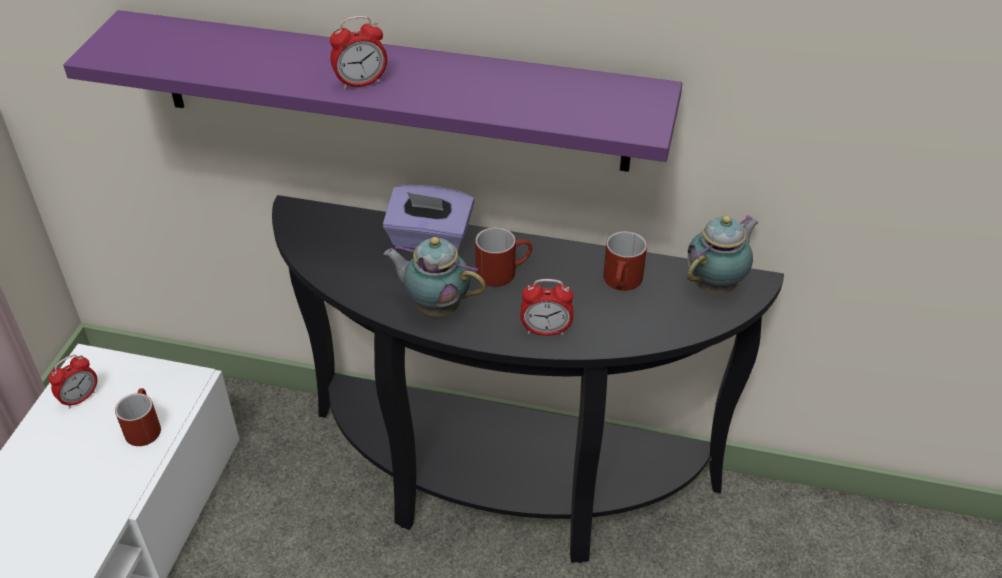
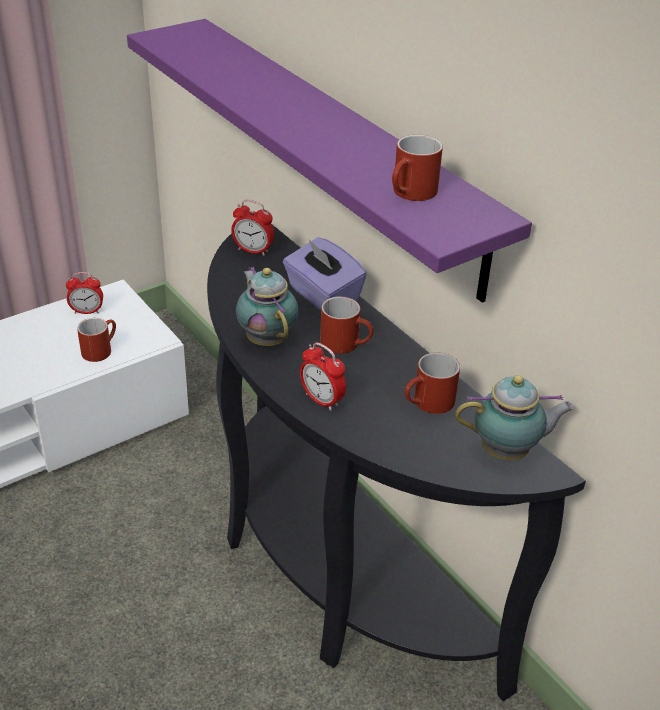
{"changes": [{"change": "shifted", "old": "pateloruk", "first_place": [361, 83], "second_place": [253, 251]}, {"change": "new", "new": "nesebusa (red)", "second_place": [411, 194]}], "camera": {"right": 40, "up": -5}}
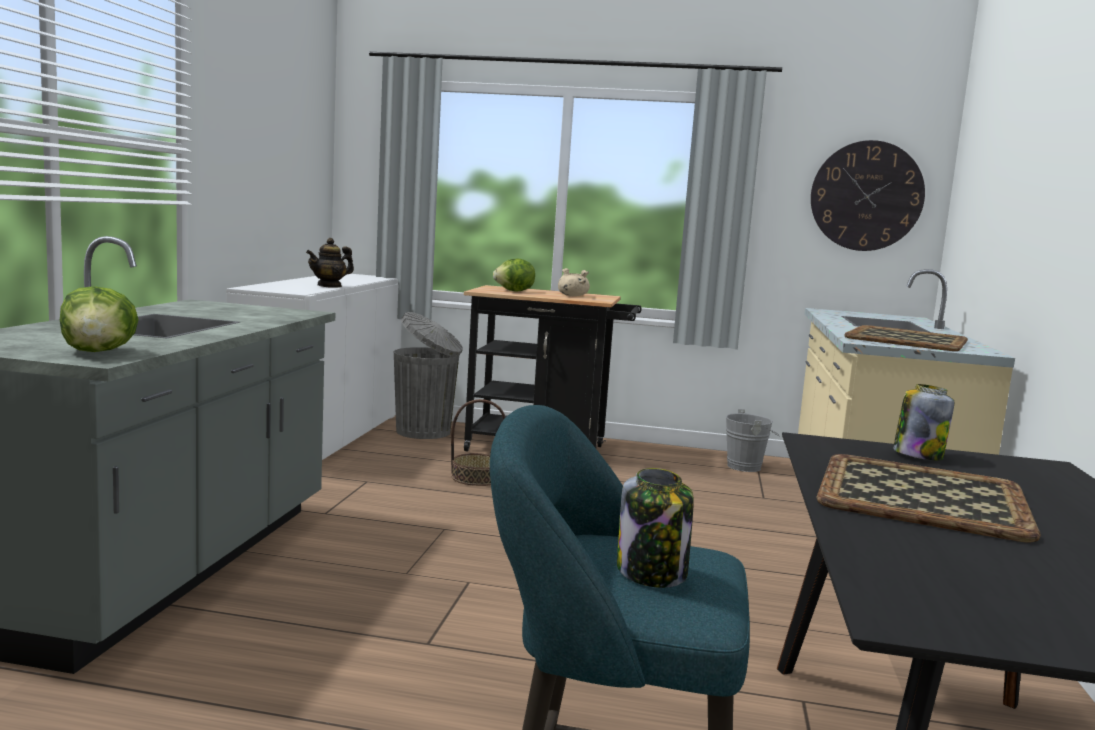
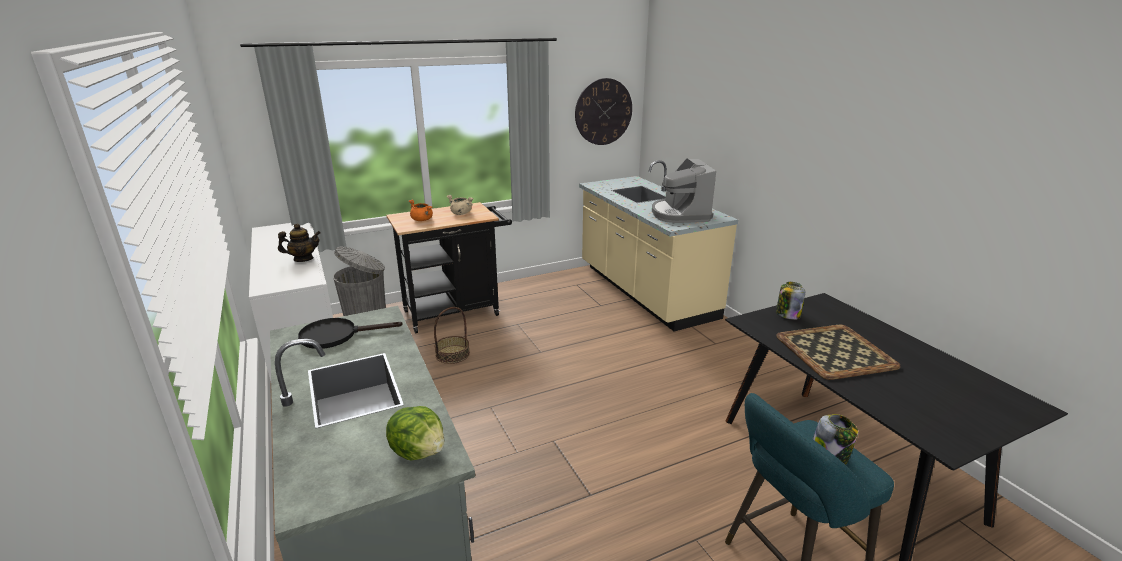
{"changes": [{"change": "rotated", "old": "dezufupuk", "first_place": [329, 286], "second_place": [303, 259], "degrees": -120}, {"change": "swapped", "old": "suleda", "new": "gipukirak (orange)", "first_place": [514, 291], "second_place": [422, 220]}, {"change": "swapped", "old": "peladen", "new": "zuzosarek", "first_place": [907, 340], "second_place": [680, 214]}, {"change": "gone", "old": "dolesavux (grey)", "first_place": [748, 467]}, {"change": "new", "new": "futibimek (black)", "second_place": [337, 335]}], "camera": {"right": -35, "up": 15}}
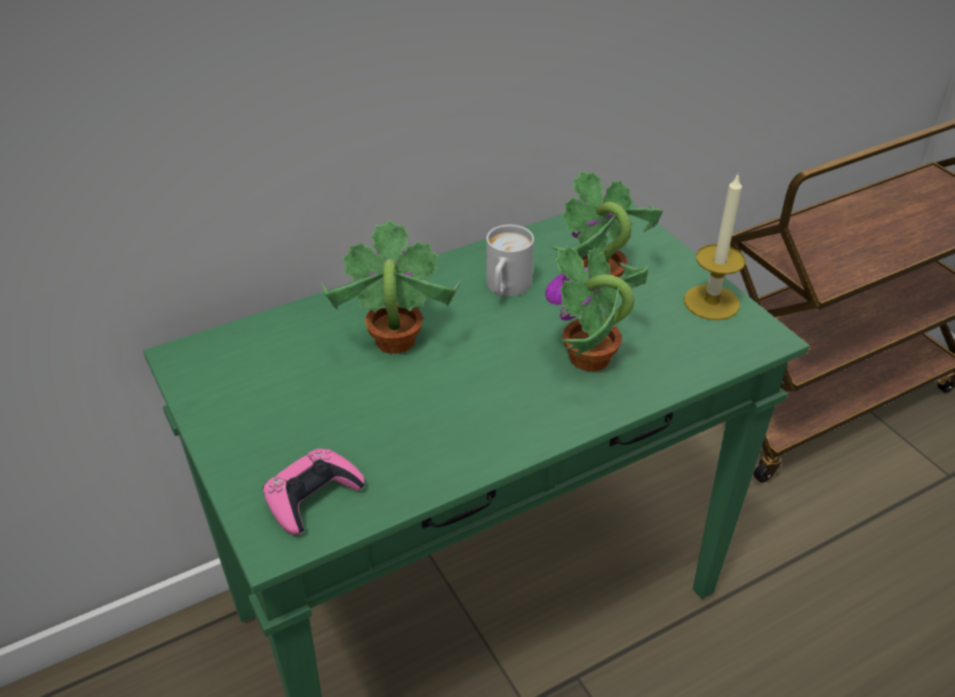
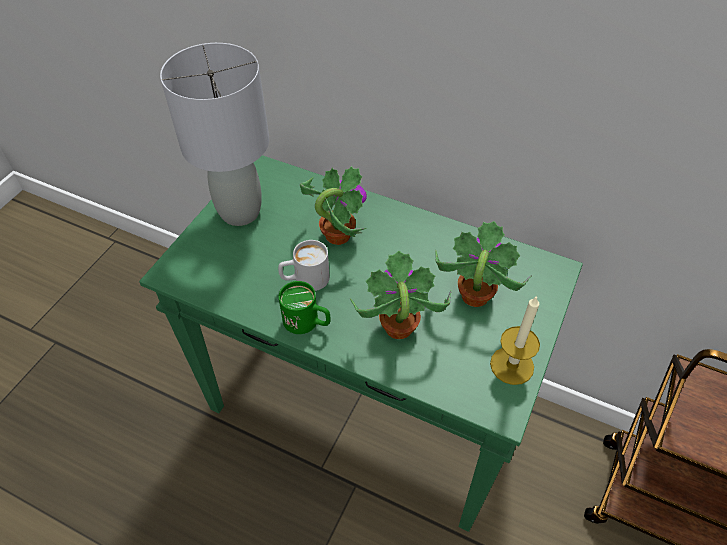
{"changes": [{"change": "shifted", "old": "nesebusa (white)", "first_place": [505, 289], "second_place": [305, 280]}, {"change": "gone", "old": "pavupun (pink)", "first_place": [312, 496]}, {"change": "new", "new": "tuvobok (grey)", "second_place": [241, 212]}, {"change": "new", "new": "nesebusa (green)", "second_place": [307, 322]}], "camera": {"right": 55, "up": 10}}
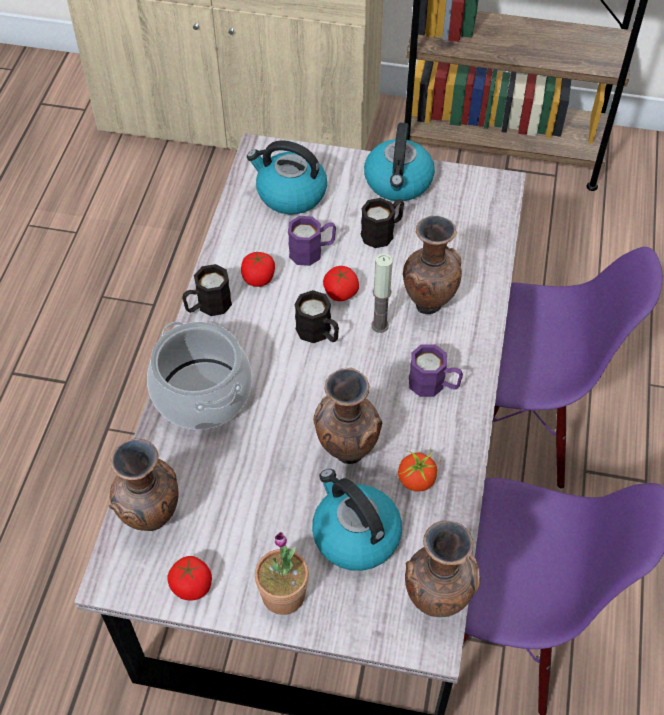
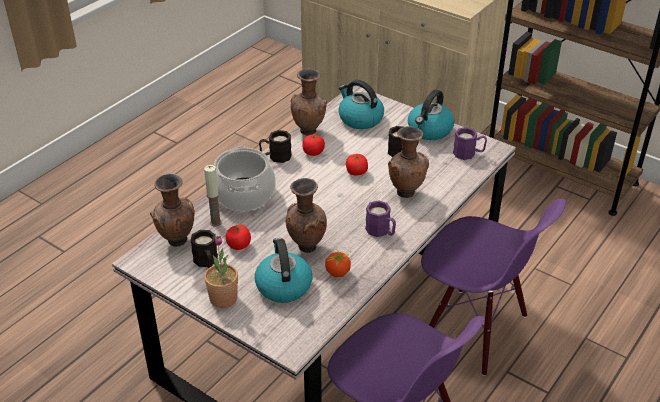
{"changes": [{"change": "shifted", "old": "nesebusa (purple)", "first_place": [312, 251], "second_place": [468, 153]}, {"change": "shifted", "old": "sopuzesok", "first_place": [380, 325], "second_place": [215, 222]}, {"change": "shifted", "old": "nesebusa (black)", "first_place": [319, 333], "second_place": [207, 262]}, {"change": "shifted", "old": "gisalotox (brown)", "first_place": [436, 600], "second_place": [309, 131]}, {"change": "shifted", "old": "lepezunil", "first_place": [192, 586], "second_place": [239, 245]}], "camera": {"right": 25, "up": -15}}
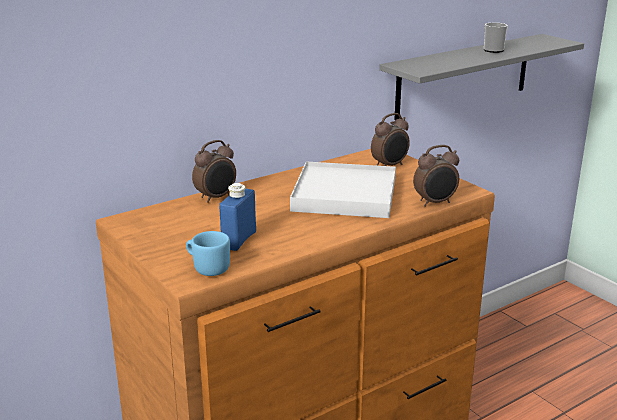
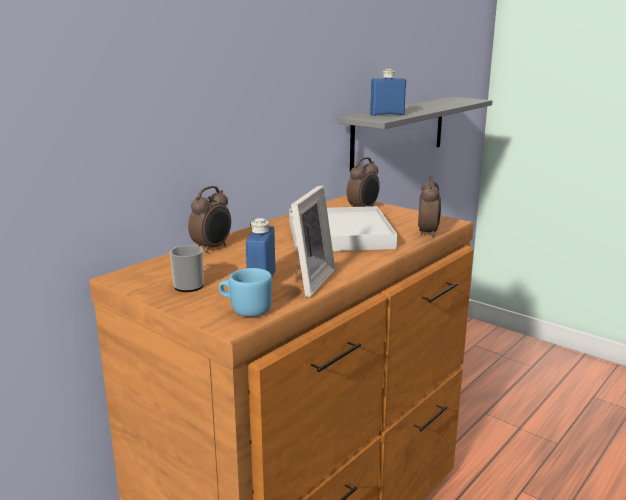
{"changes": [{"change": "shifted", "old": "nesebusa", "first_place": [491, 49], "second_place": [186, 285]}, {"change": "rotated", "old": "pateloruk", "first_place": [435, 203], "second_place": [428, 233], "degrees": -45}, {"change": "new", "new": "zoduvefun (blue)", "second_place": [387, 114]}, {"change": "new", "new": "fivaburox", "second_place": [307, 281]}], "camera": {"right": -15, "up": -5}}
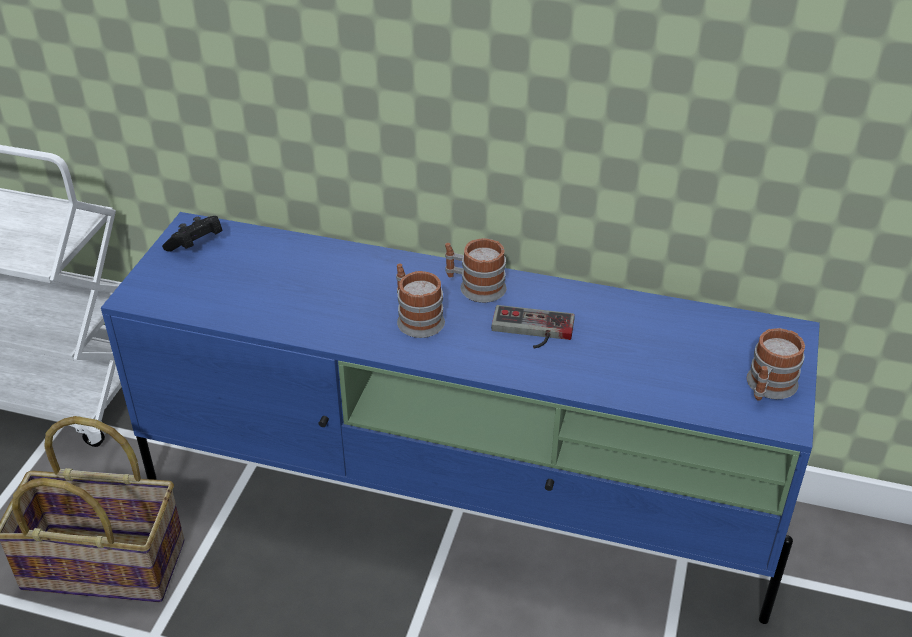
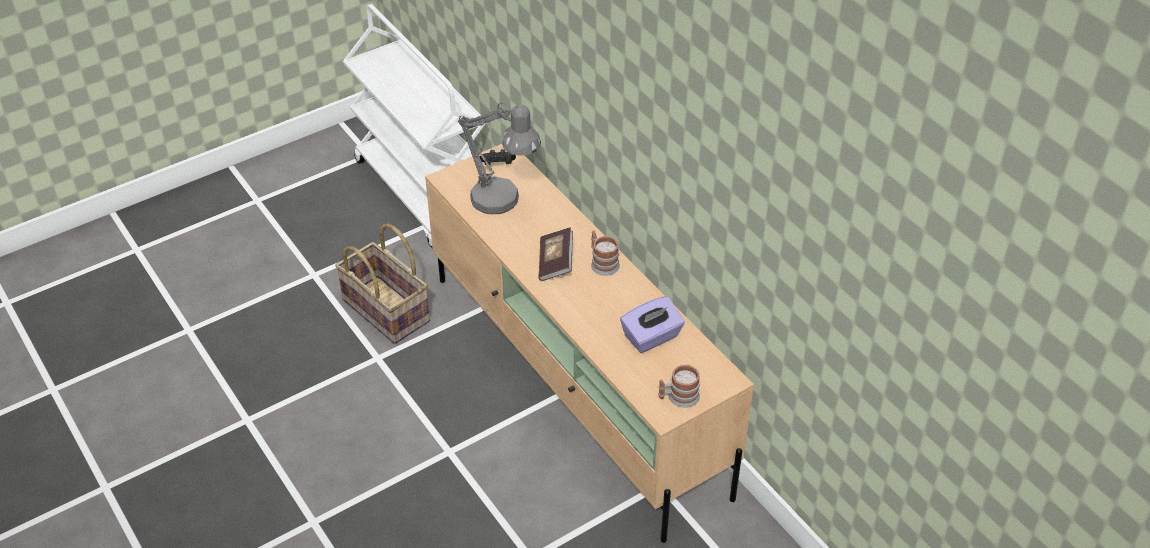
{"changes": [{"change": "repainted", "old": "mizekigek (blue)", "new": "mizekigek (beige)", "first_place": [460, 500], "second_place": [577, 384]}, {"change": "swapped", "old": "nesebusa", "new": "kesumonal", "first_place": [416, 318], "second_place": [555, 263]}, {"change": "gone", "old": "pavupun", "first_place": [531, 331]}, {"change": "new", "new": "tuvobok (grey)", "second_place": [503, 202]}, {"change": "new", "new": "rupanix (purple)", "second_place": [652, 337]}], "camera": {"right": 40, "up": 5}}
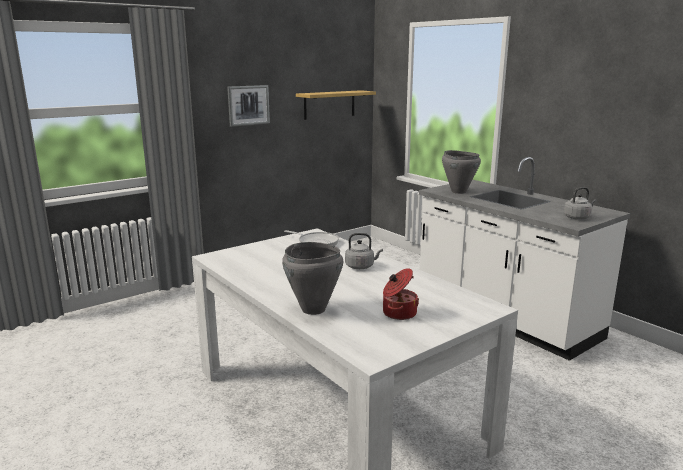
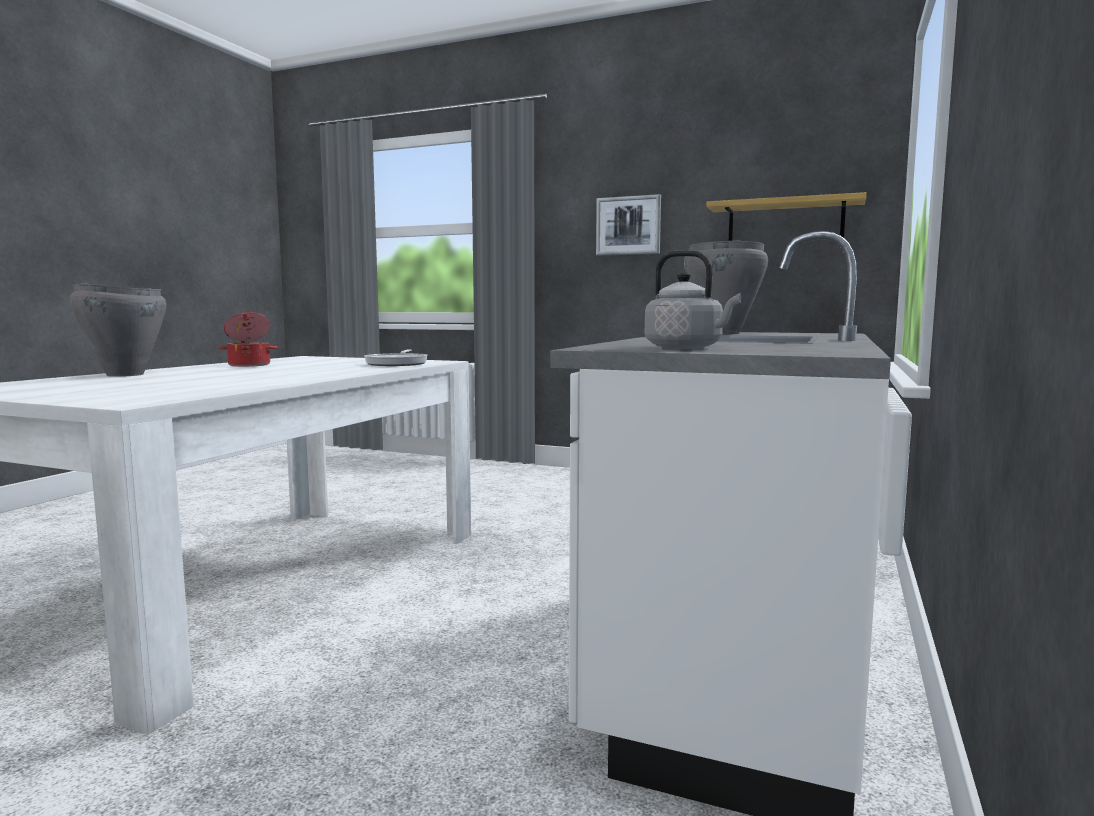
{"changes": [{"change": "gone", "old": "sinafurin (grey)", "first_place": [361, 266]}, {"change": "shifted", "old": "gipukirak", "first_place": [398, 313], "second_place": [249, 365]}], "camera": {"right": 60, "up": -10}}
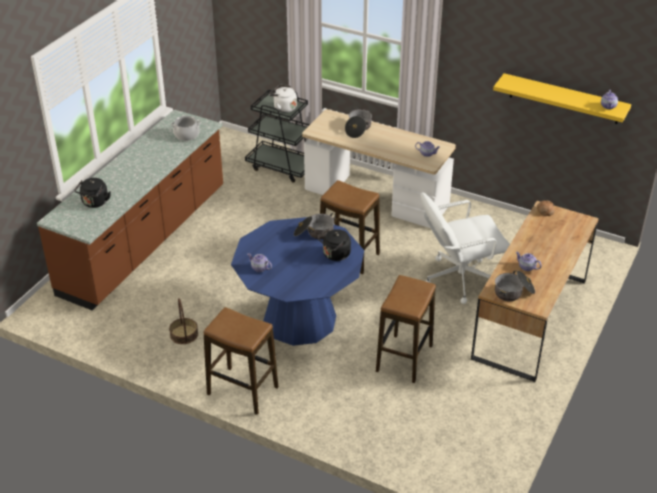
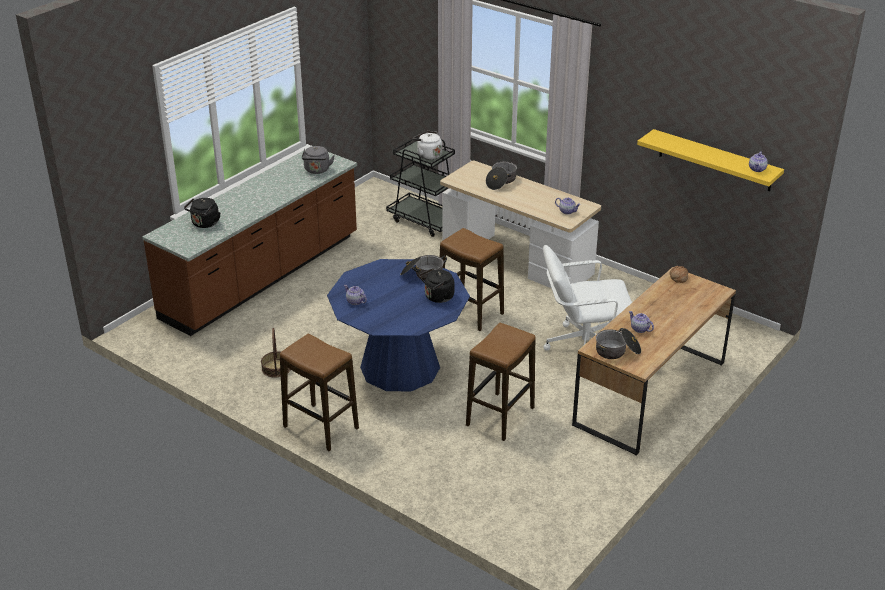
{"changes": [{"change": "swapped", "old": "gipukirak", "new": "sinafurin (grey)", "first_place": [186, 135], "second_place": [317, 170]}], "camera": {"right": 10, "up": -5}}
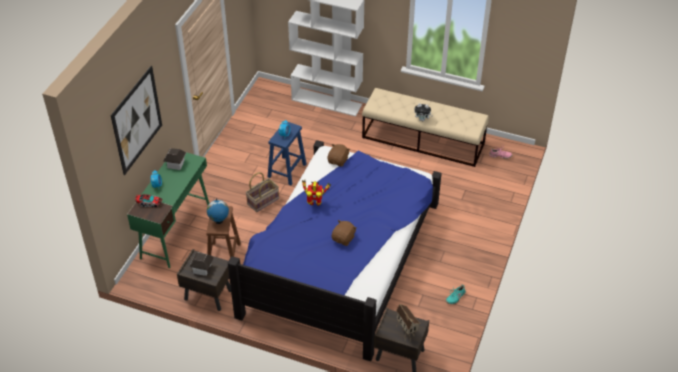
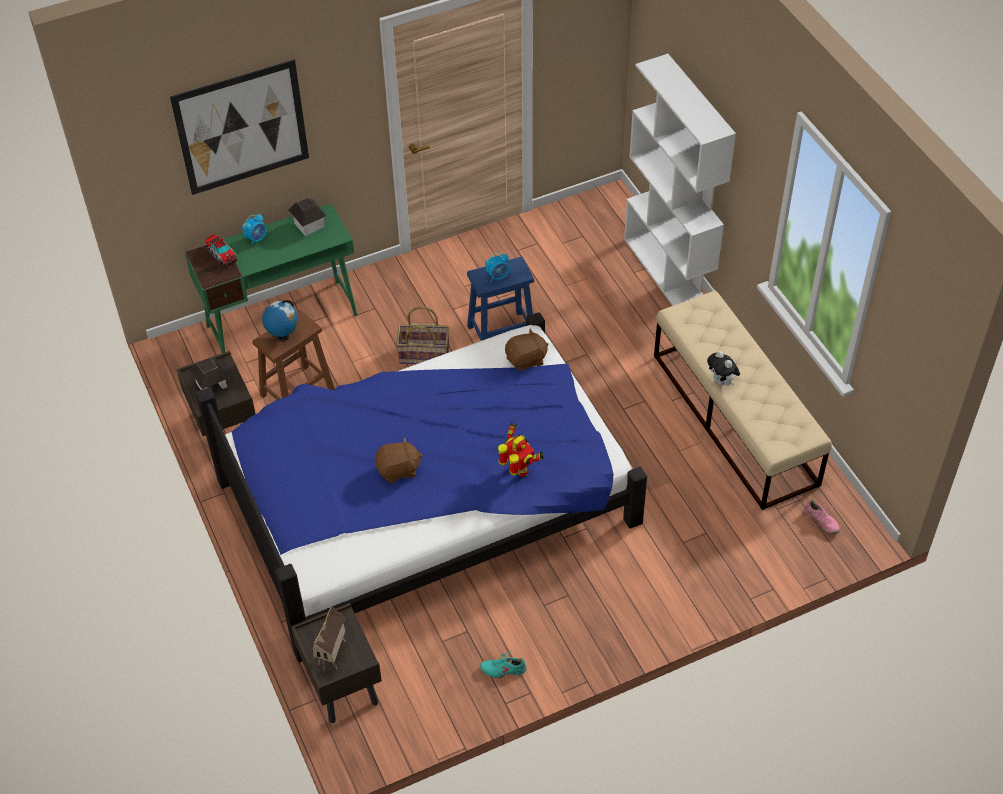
{"changes": [{"change": "shifted", "old": "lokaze", "first_place": [315, 204], "second_place": [518, 471]}], "camera": {"right": 45, "up": 5}}
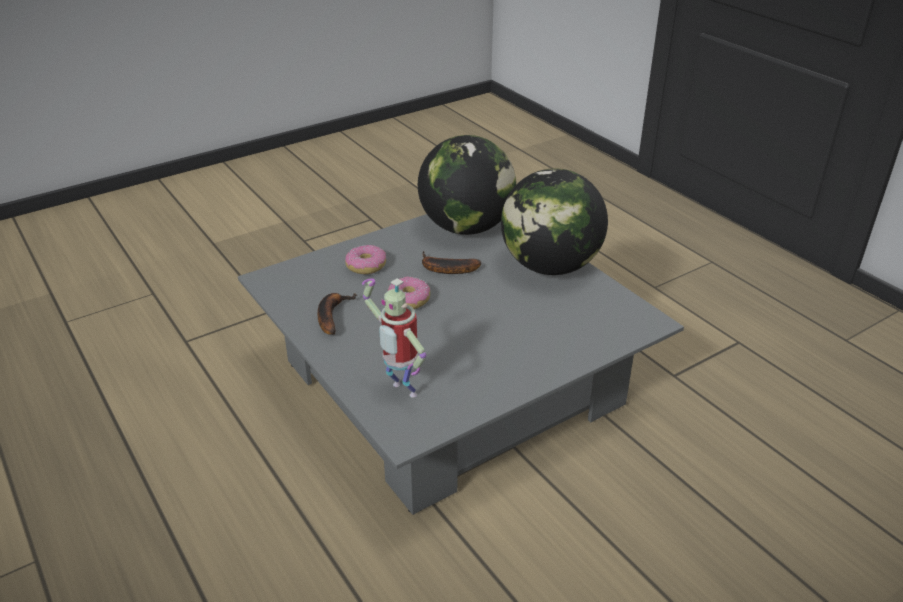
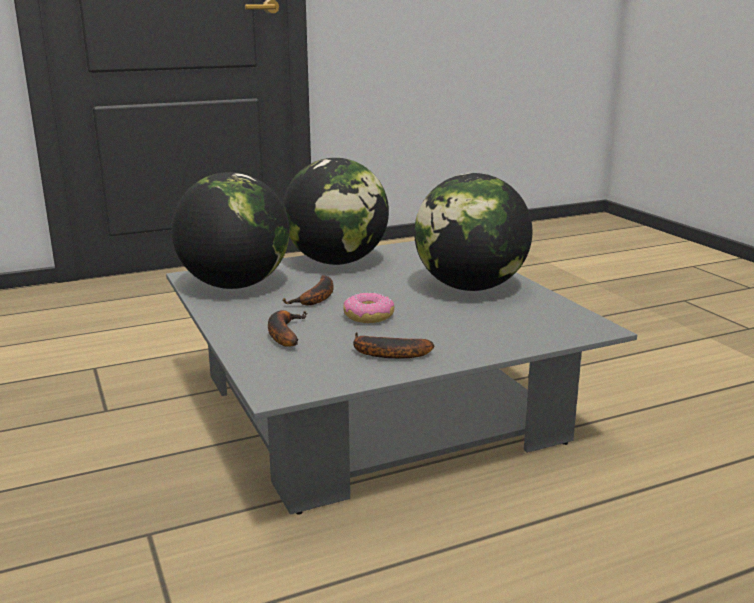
{"changes": [{"change": "swapped", "old": "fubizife", "new": "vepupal", "first_place": [366, 266], "second_place": [283, 333]}, {"change": "gone", "old": "lokaze", "first_place": [400, 391]}, {"change": "new", "new": "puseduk", "second_place": [470, 287]}], "camera": {"right": -80, "up": -15}}
